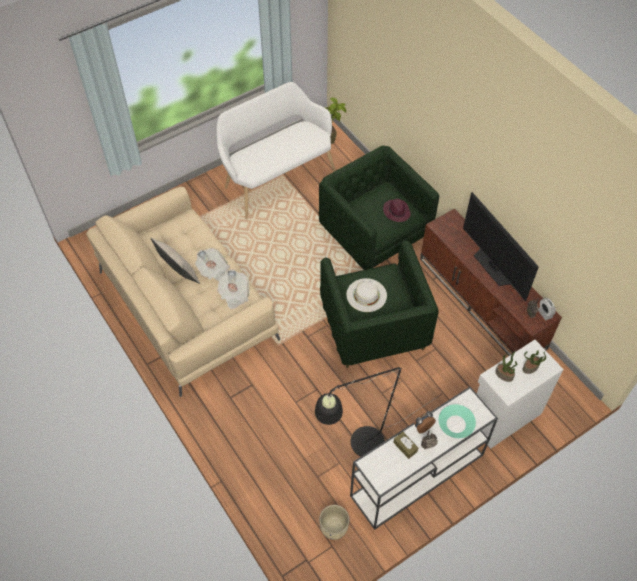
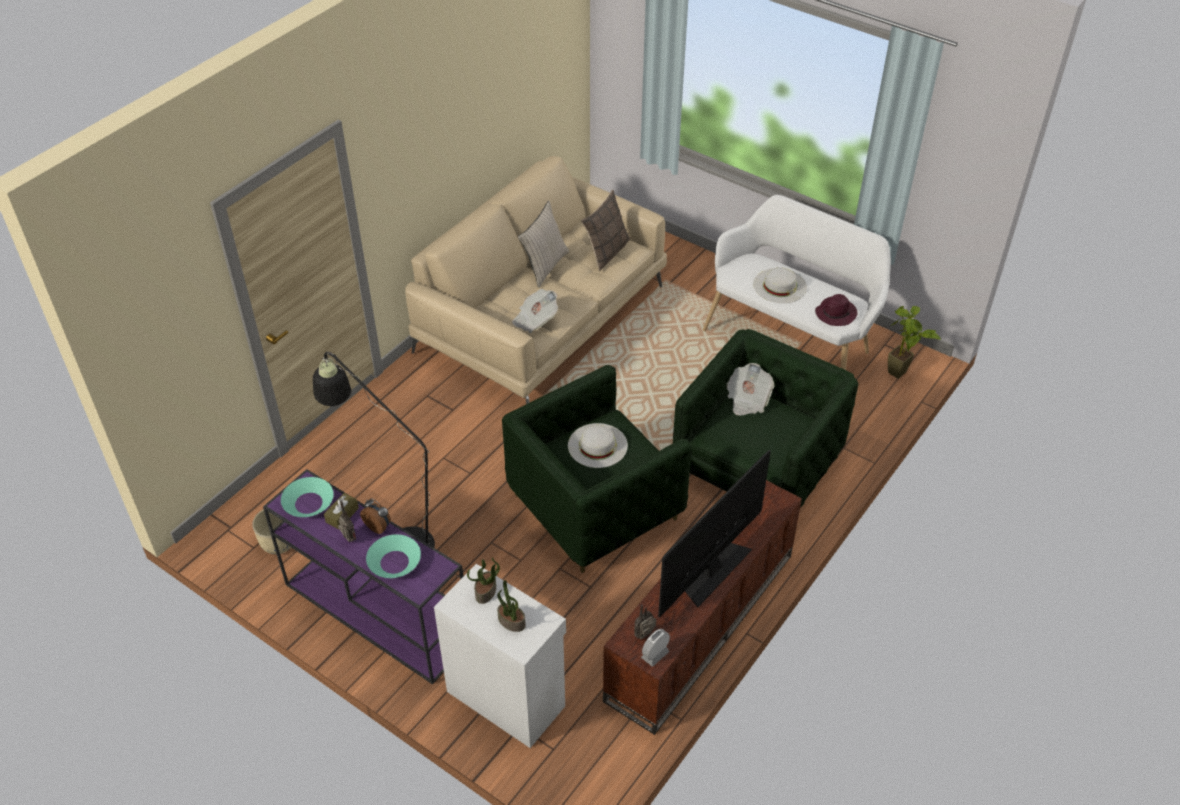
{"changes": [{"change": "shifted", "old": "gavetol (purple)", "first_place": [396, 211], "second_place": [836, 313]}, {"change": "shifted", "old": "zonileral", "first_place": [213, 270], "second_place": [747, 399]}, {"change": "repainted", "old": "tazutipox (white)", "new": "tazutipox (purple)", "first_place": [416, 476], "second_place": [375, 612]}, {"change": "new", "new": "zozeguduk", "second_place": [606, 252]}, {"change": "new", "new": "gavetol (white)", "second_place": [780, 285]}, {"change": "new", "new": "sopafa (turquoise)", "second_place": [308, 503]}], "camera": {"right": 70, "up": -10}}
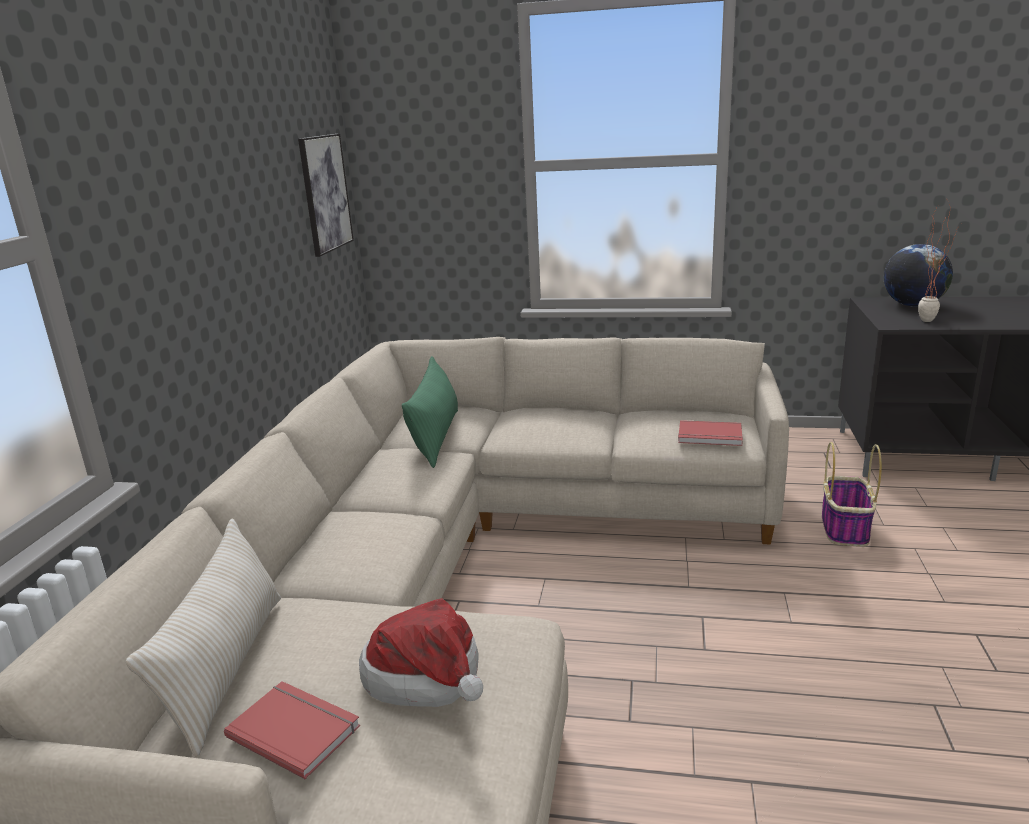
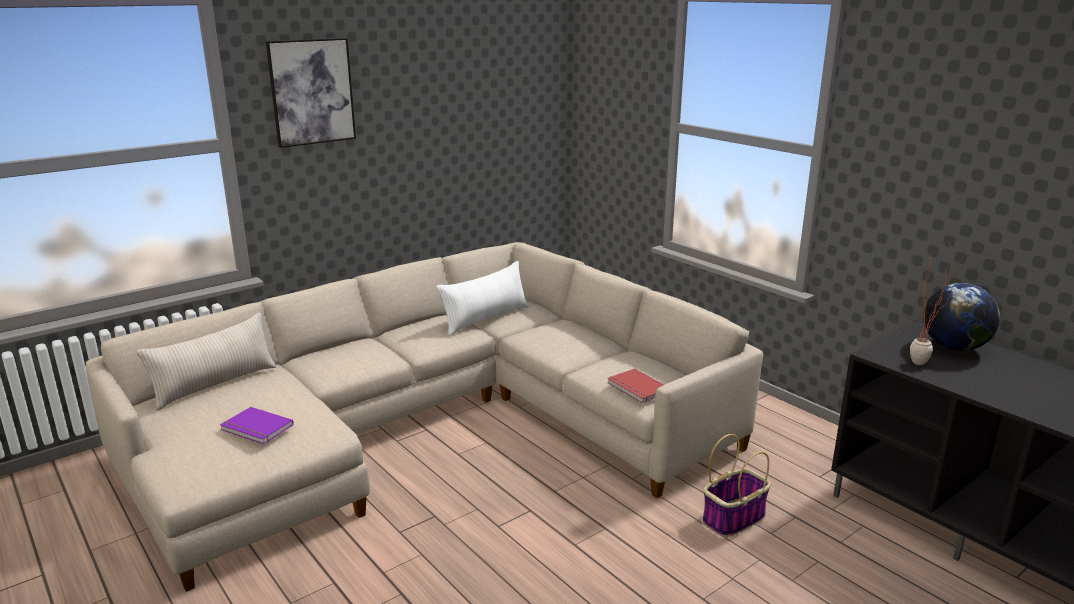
{"changes": [{"change": "shifted", "old": "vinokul", "first_place": [325, 193], "second_place": [312, 92]}, {"change": "repainted", "old": "zozeguduk (green)", "new": "zozeguduk (white)", "first_place": [436, 437], "second_place": [485, 319]}, {"change": "swapped", "old": "gavetol", "new": "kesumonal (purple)", "first_place": [428, 681], "second_place": [256, 428]}, {"change": "gone", "old": "kesumonal (red)", "first_place": [295, 729]}], "camera": {"right": 40, "up": 0}}
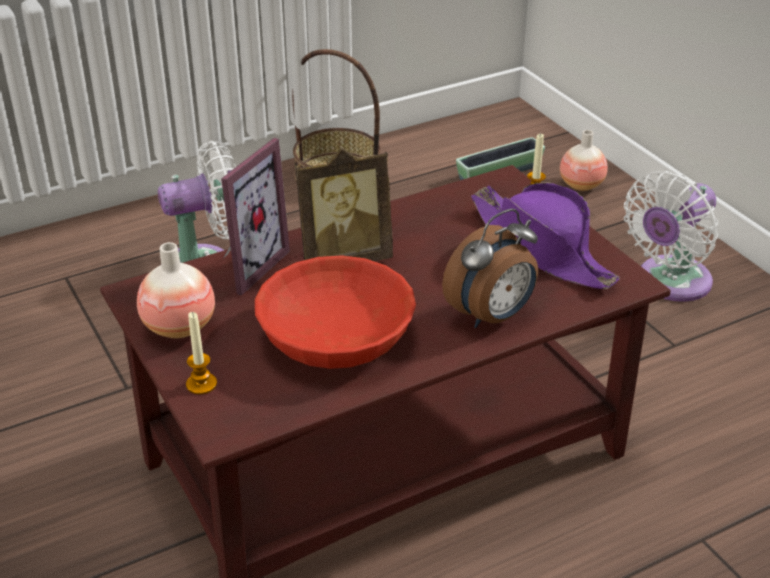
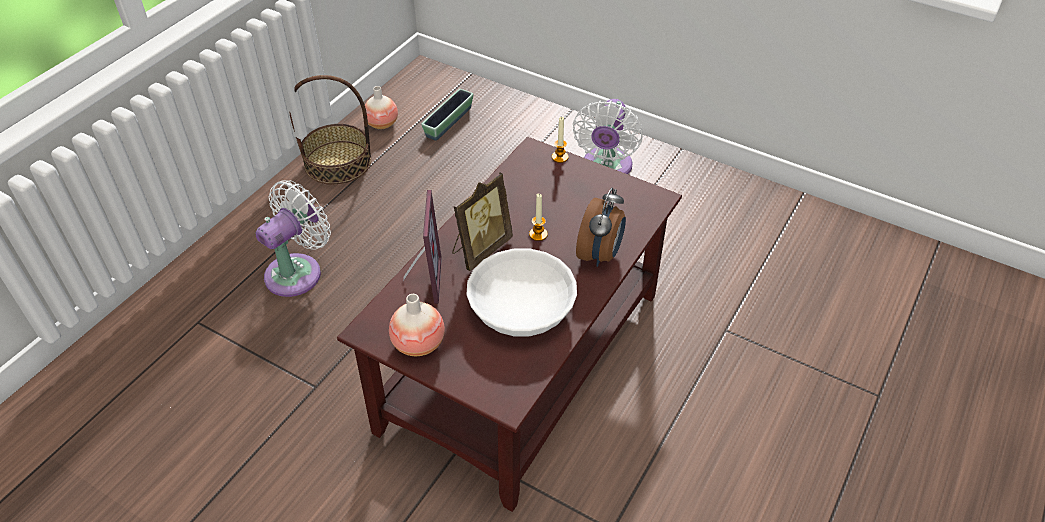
{"changes": [{"change": "shifted", "old": "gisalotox", "first_place": [581, 185], "second_place": [382, 124]}, {"change": "gone", "old": "gavetol (purple)", "first_place": [541, 248]}, {"change": "repainted", "old": "sopafa (red)", "new": "sopafa (white)", "first_place": [335, 336], "second_place": [521, 307]}, {"change": "shifted", "old": "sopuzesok", "first_place": [201, 384], "second_place": [538, 234]}], "camera": {"right": -30, "up": 10}}
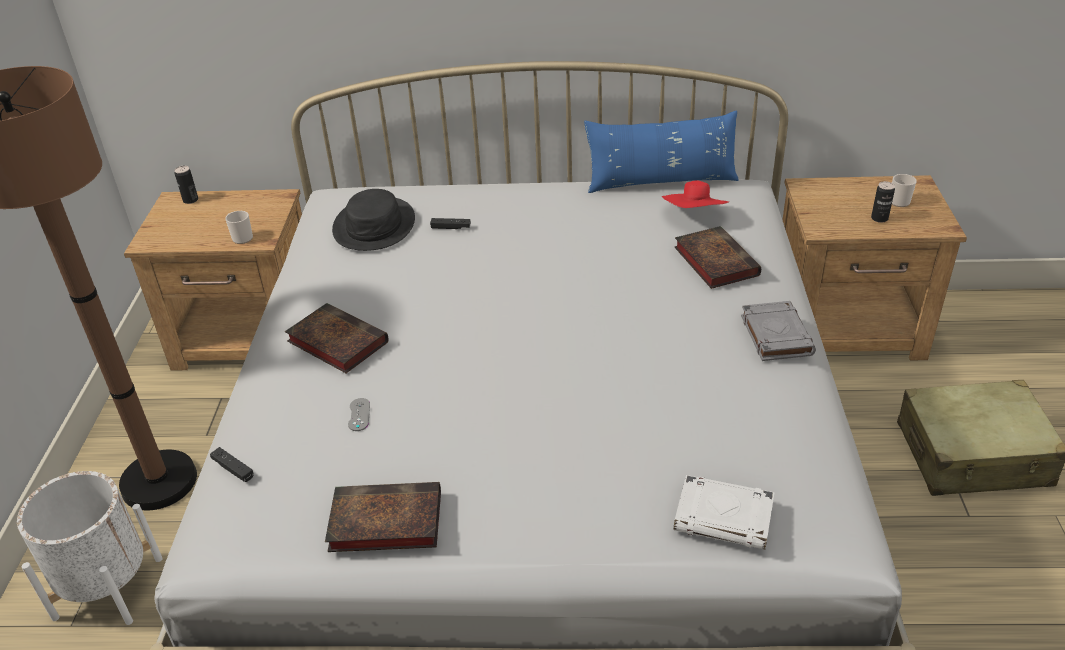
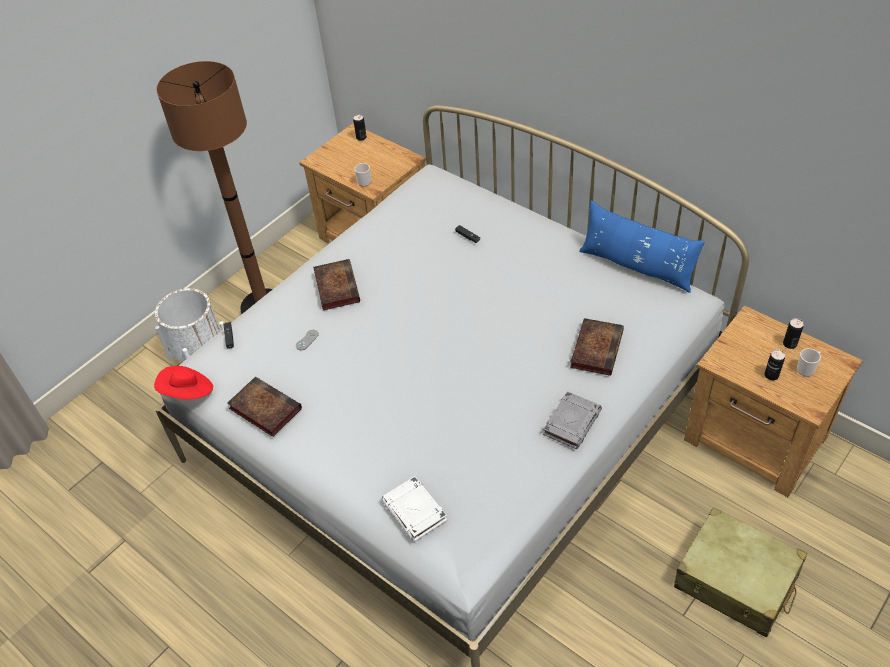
{"changes": [{"change": "shifted", "old": "gavetol (red)", "first_place": [694, 216], "second_place": [188, 392]}, {"change": "gone", "old": "gavetol (black)", "first_place": [374, 225]}, {"change": "new", "new": "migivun", "second_place": [789, 344]}], "camera": {"right": 40, "up": 10}}
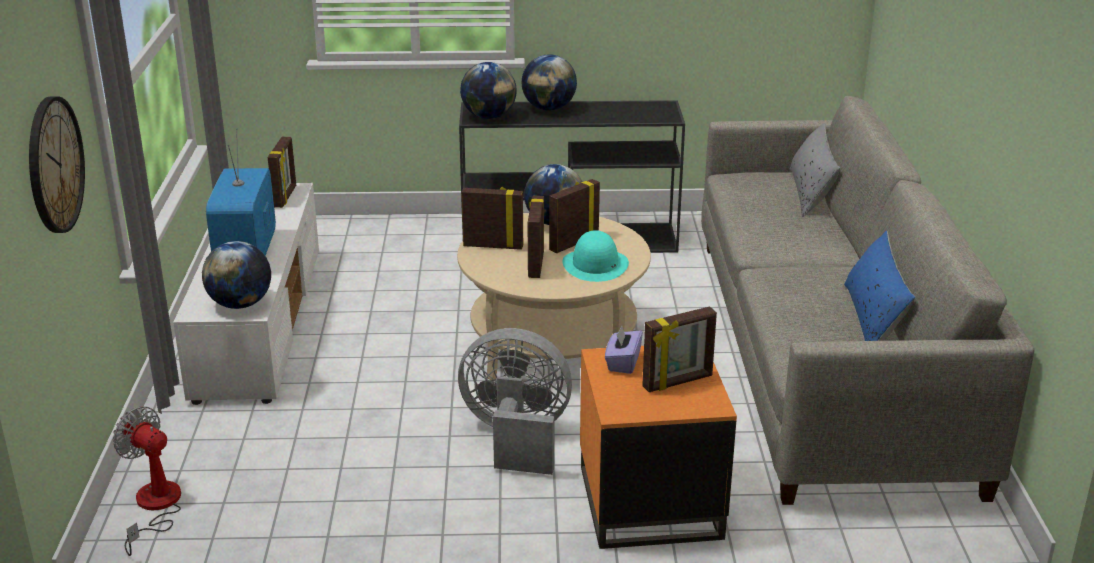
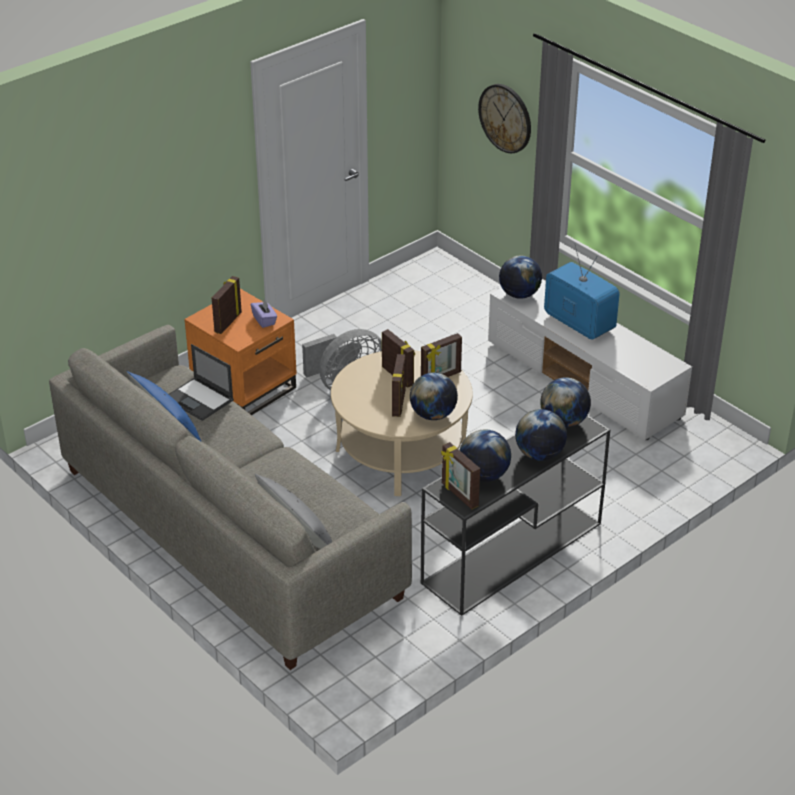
{"changes": [{"change": "shifted", "old": "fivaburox", "first_place": [285, 197], "second_place": [459, 495]}, {"change": "gone", "old": "gavetol (turquoise)", "first_place": [595, 265]}, {"change": "gone", "old": "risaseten", "first_place": [154, 507]}, {"change": "new", "new": "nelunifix", "second_place": [199, 399]}, {"change": "new", "new": "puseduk", "second_place": [484, 475]}], "camera": {"right": 140, "up": 10}}
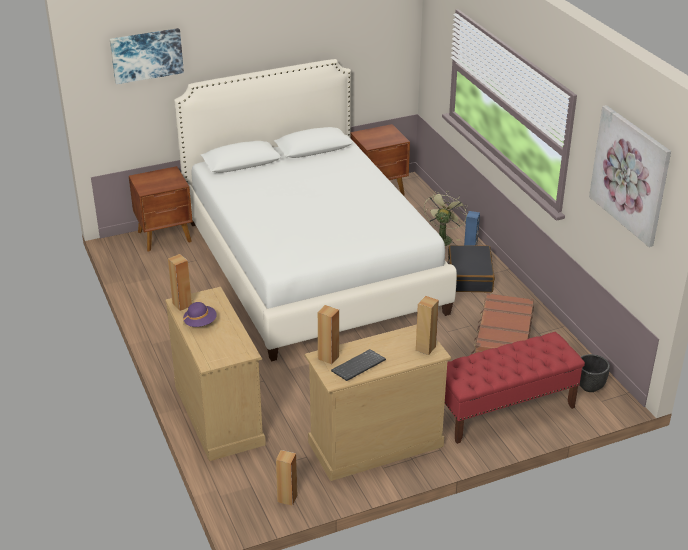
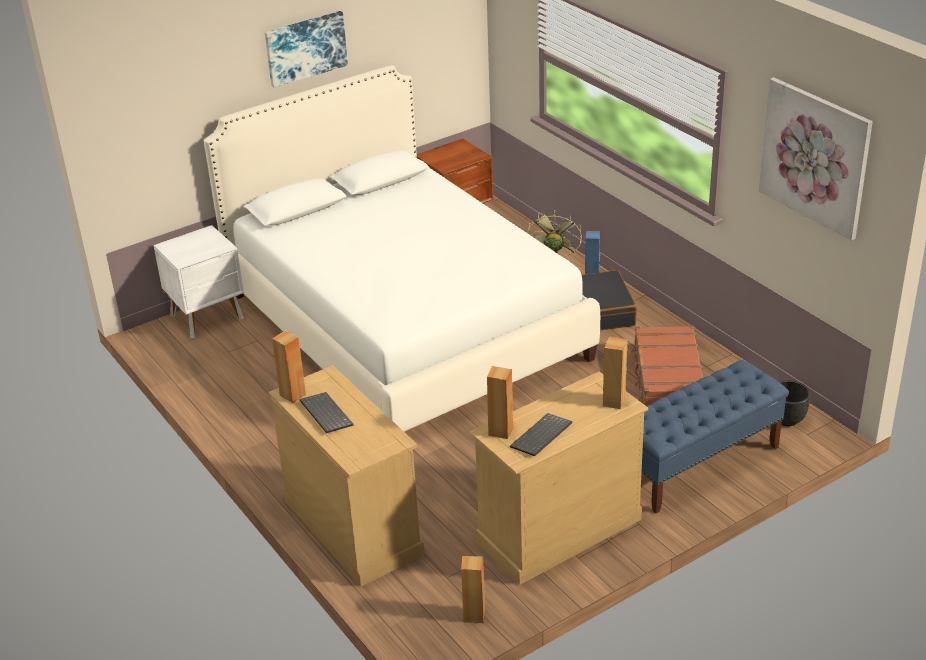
{"changes": [{"change": "shifted", "old": "vinokul", "first_place": [146, 55], "second_place": [305, 48]}, {"change": "repainted", "old": "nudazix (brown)", "new": "nudazix (white)", "first_place": [165, 237], "second_place": [208, 317]}, {"change": "swapped", "old": "gavetol (purple)", "new": "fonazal", "first_place": [200, 323], "second_place": [324, 414]}, {"change": "repainted", "old": "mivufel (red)", "new": "mivufel (blue)", "first_place": [504, 410], "second_place": [697, 464]}], "camera": {"right": -10, "up": 0}}
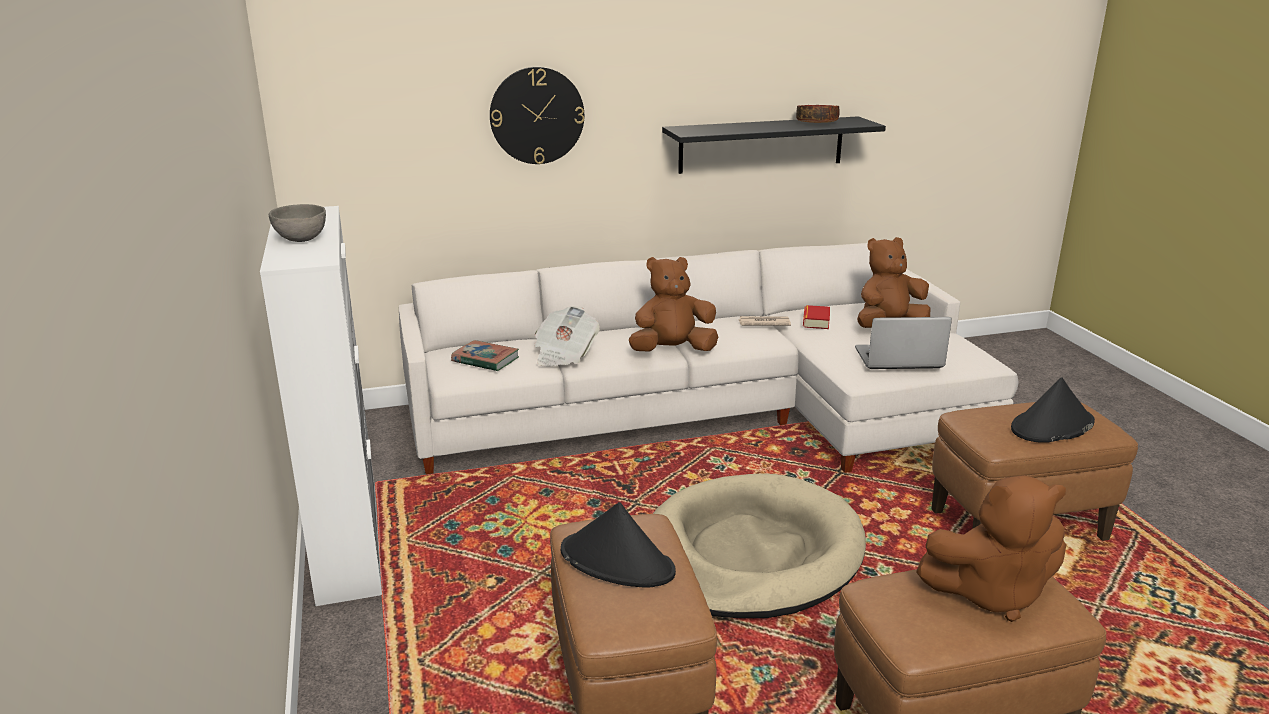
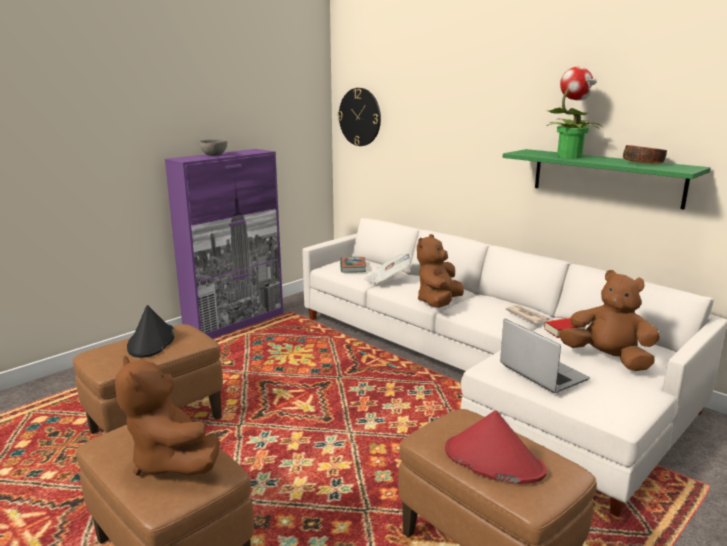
{"changes": [{"change": "shifted", "old": "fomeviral", "first_place": [537, 115], "second_place": [360, 117]}, {"change": "repainted", "old": "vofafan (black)", "new": "vofafan (green)", "first_place": [761, 144], "second_place": [606, 177]}, {"change": "repainted", "old": "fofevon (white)", "new": "fofevon (purple)", "first_place": [348, 542], "second_place": [235, 323]}, {"change": "rotated", "old": "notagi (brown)", "first_place": [672, 351], "second_place": [438, 303], "degrees": -105}, {"change": "repainted", "old": "gavetol (black)", "new": "gavetol (red)", "first_place": [1052, 426], "second_place": [493, 460]}, {"change": "gone", "old": "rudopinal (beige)", "first_place": [749, 554]}, {"change": "new", "new": "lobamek", "second_place": [569, 156]}], "camera": {"right": 60, "up": -5}}
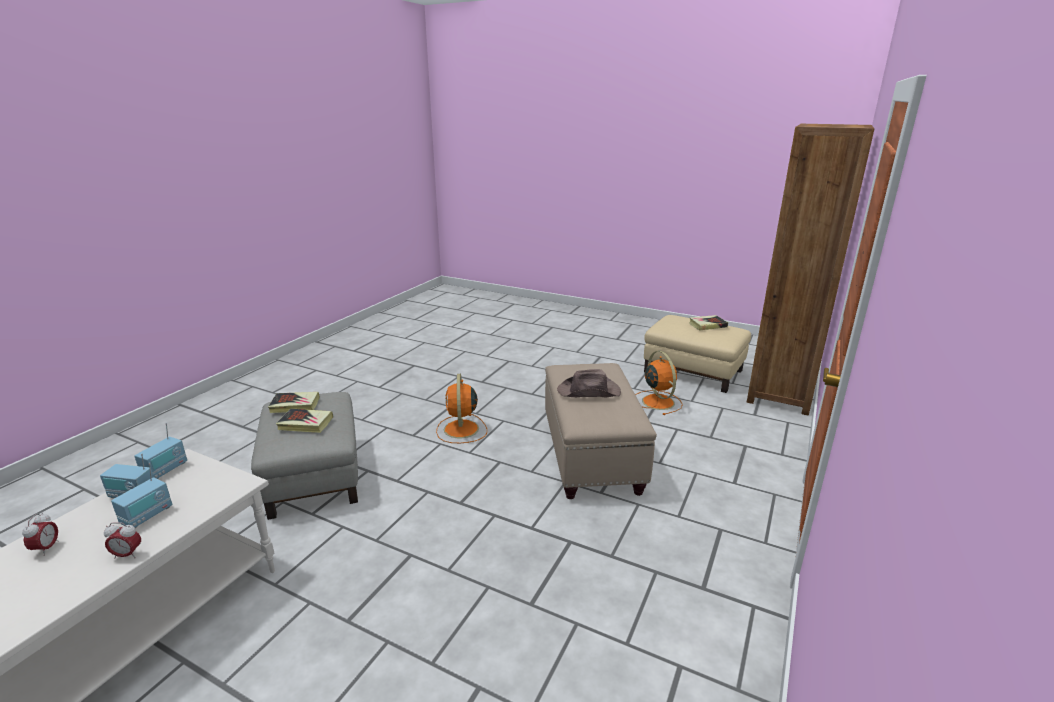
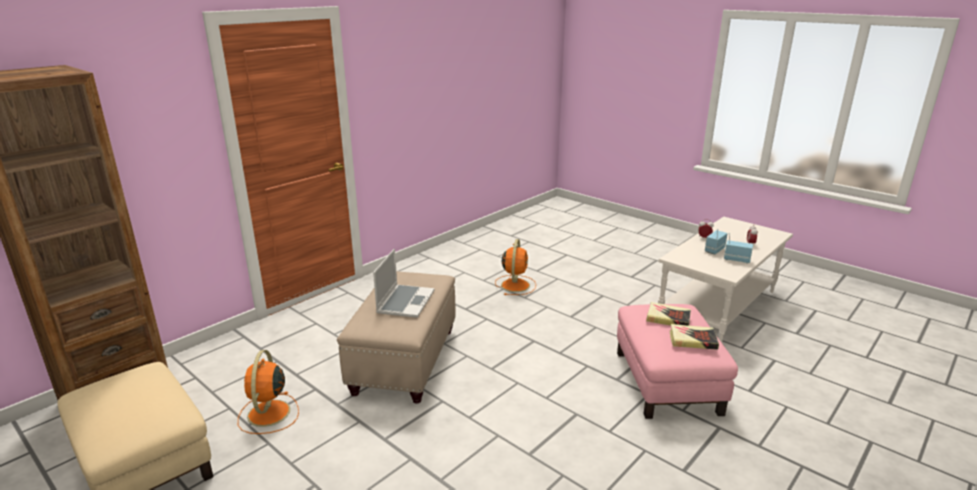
{"changes": [{"change": "gone", "old": "kesumonal", "first_place": [707, 325]}, {"change": "swapped", "old": "gavetol (brown)", "new": "nelunifix", "first_place": [589, 391], "second_place": [405, 302]}, {"change": "shifted", "old": "risaseten (orange)", "first_place": [461, 430], "second_place": [515, 284]}, {"change": "repainted", "old": "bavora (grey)", "new": "bavora (pink)", "first_place": [313, 475], "second_place": [667, 382]}, {"change": "gone", "old": "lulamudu", "first_place": [165, 470]}], "camera": {"right": -165, "up": 0}}
